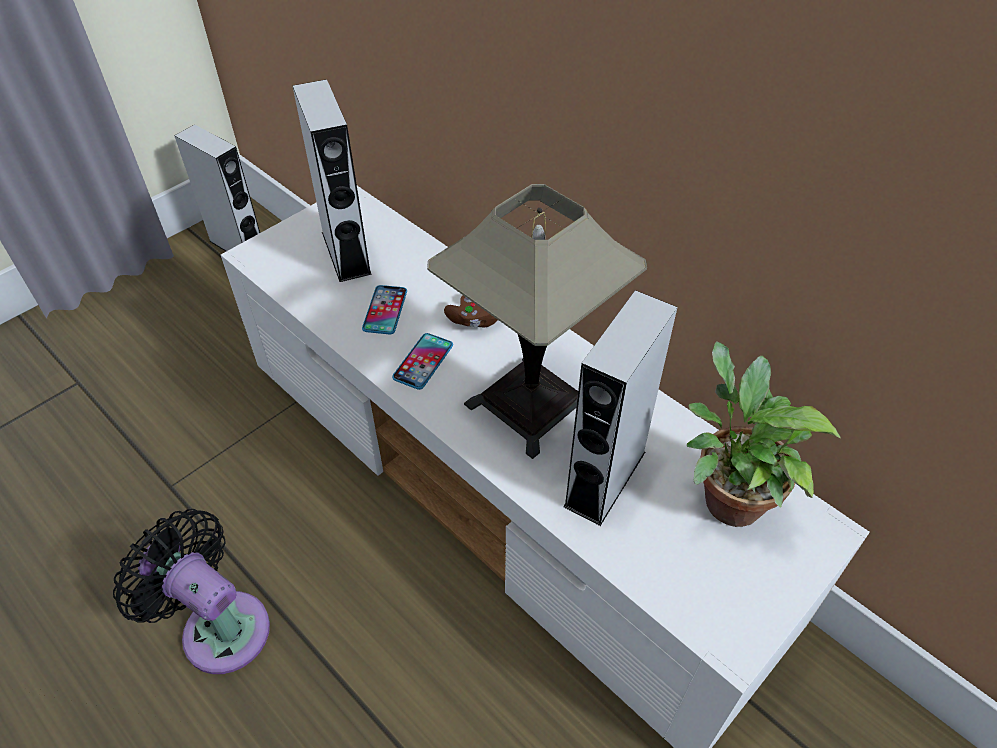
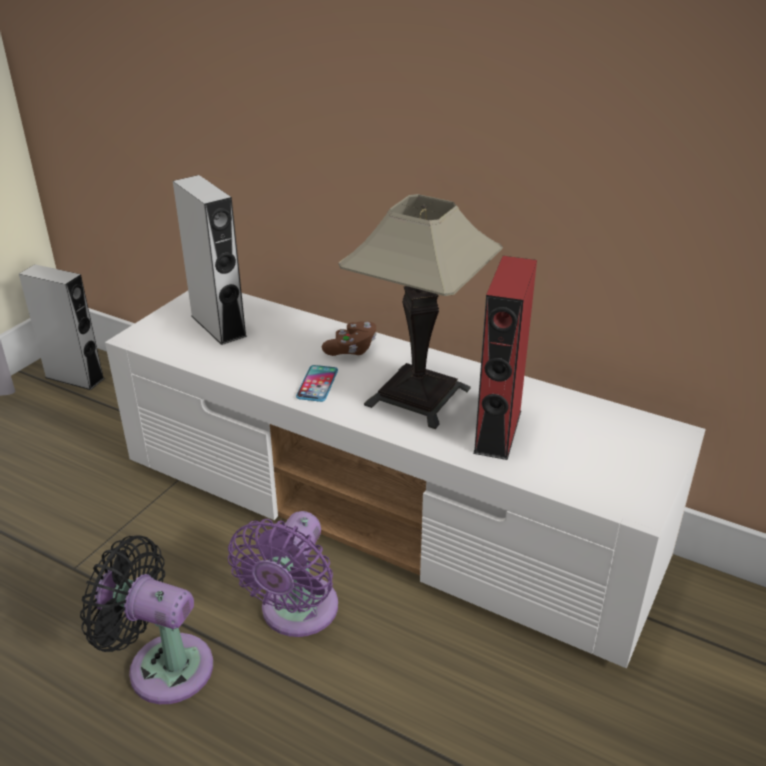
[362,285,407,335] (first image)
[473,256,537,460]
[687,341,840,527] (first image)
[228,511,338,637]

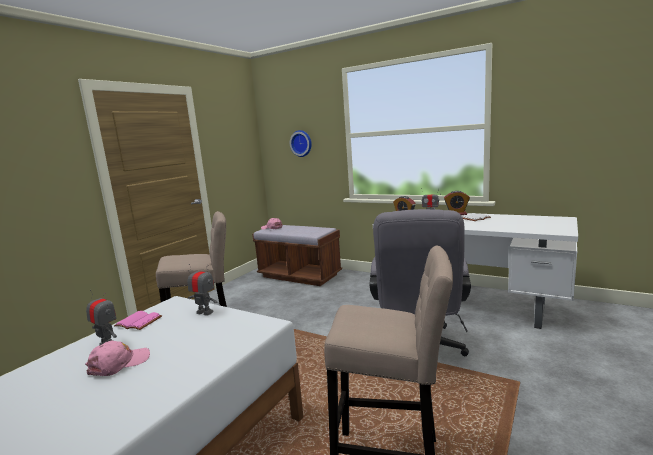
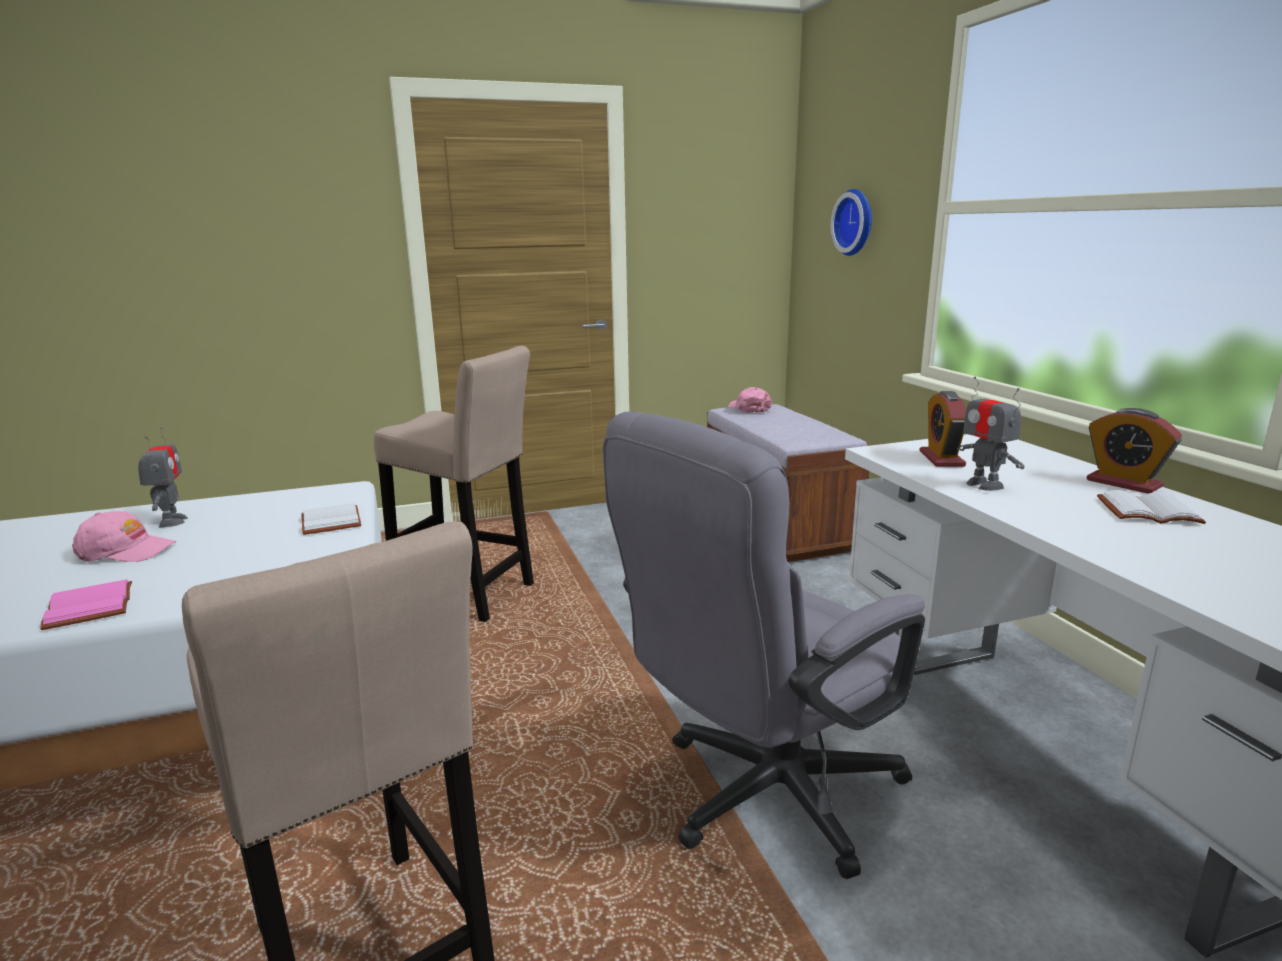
[302,503,361,535]
[40,579,132,630]

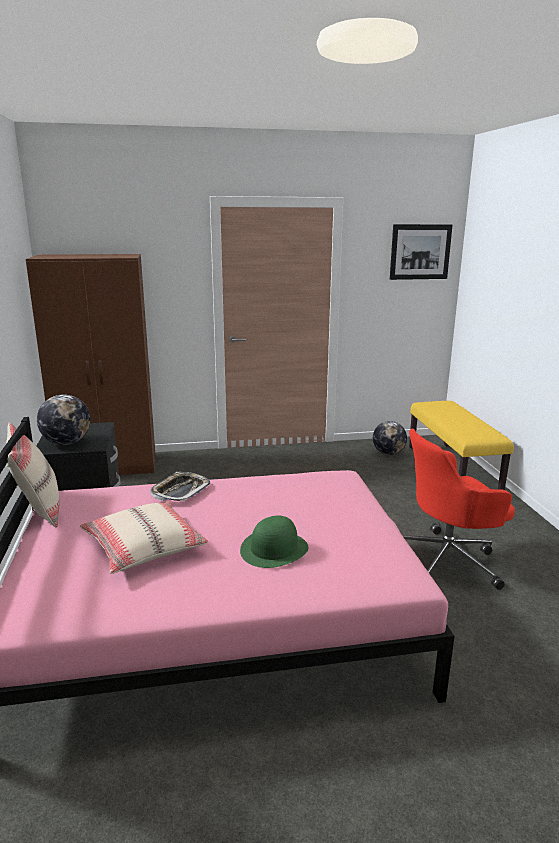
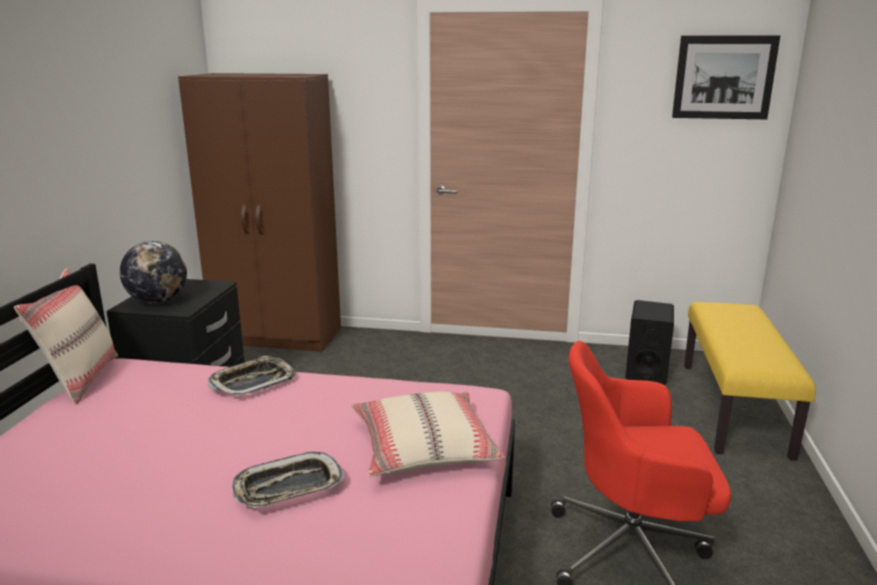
[625,300,674,385]
[352,392,505,476]
[233,451,345,508]

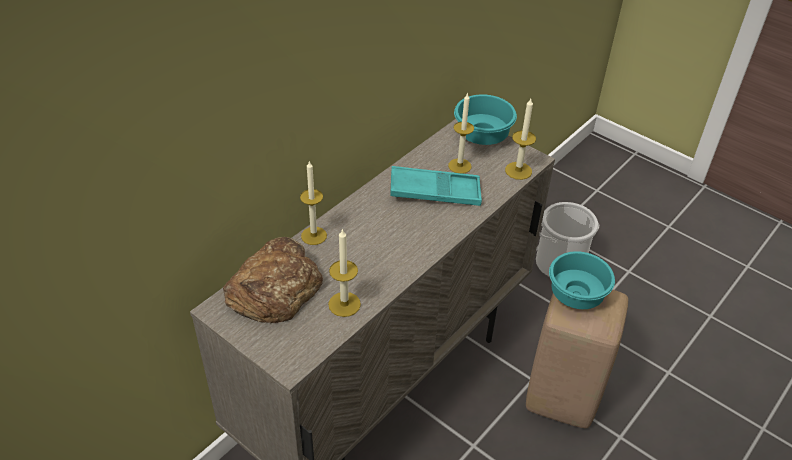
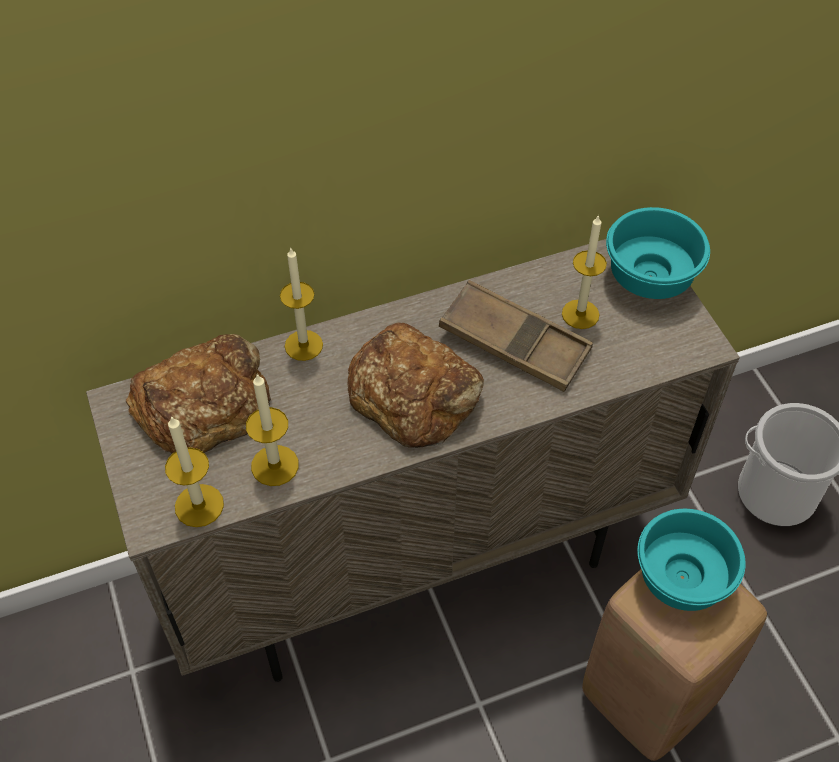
[165,416,224,527]
[439,280,593,392]
[347,322,484,448]

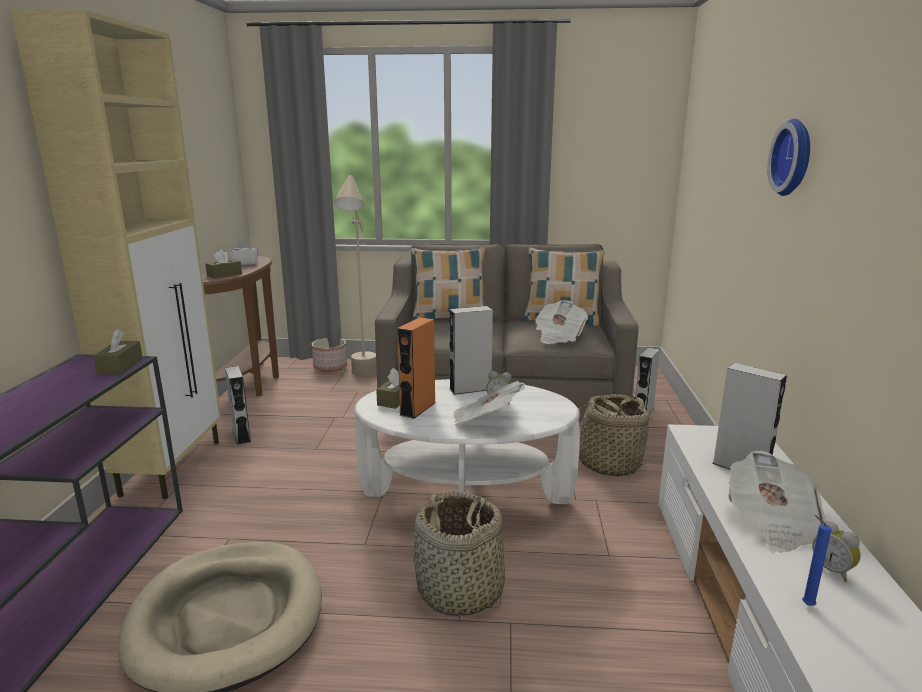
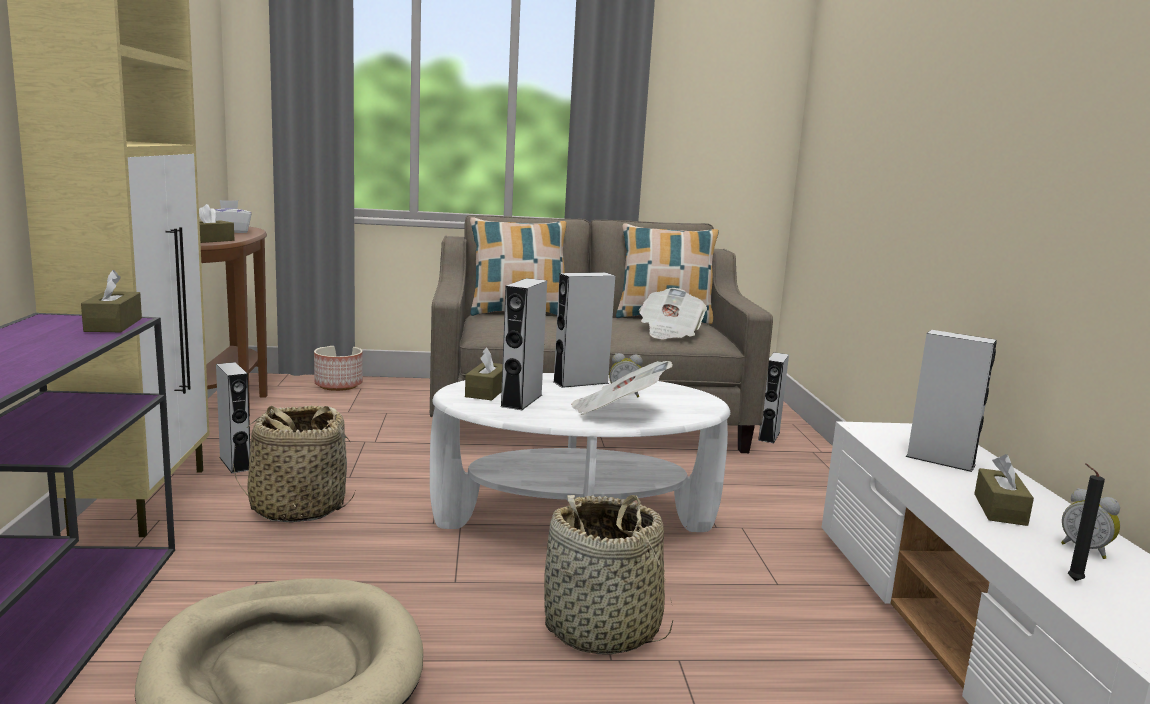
[767,119,810,196] (first image)
[334,173,377,376] (first image)
[500,278,547,410]
[233,405,355,523]
[974,454,1034,526]
[1068,463,1105,581]

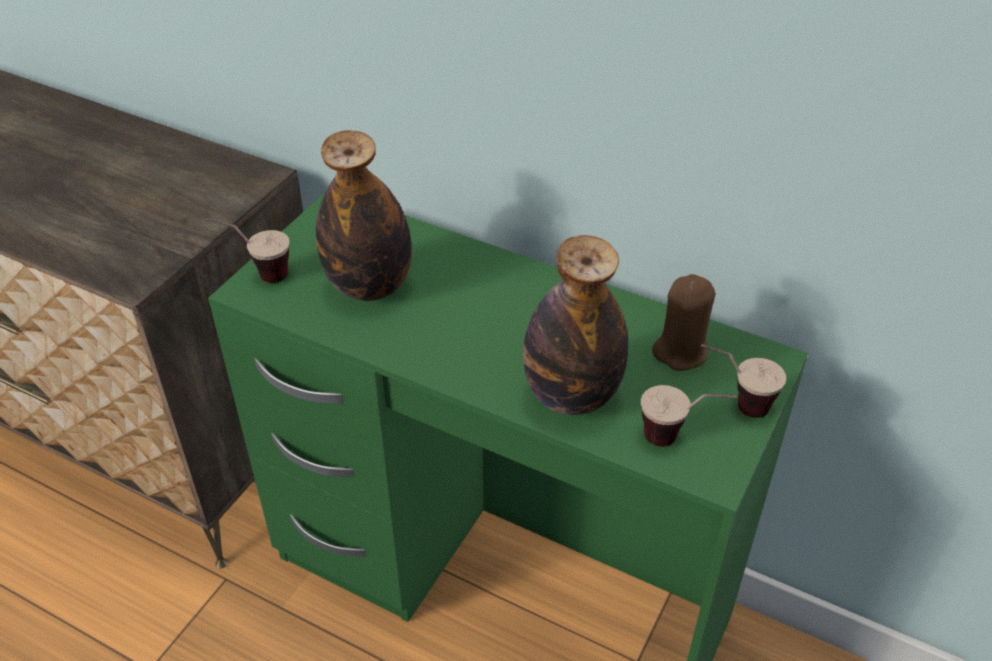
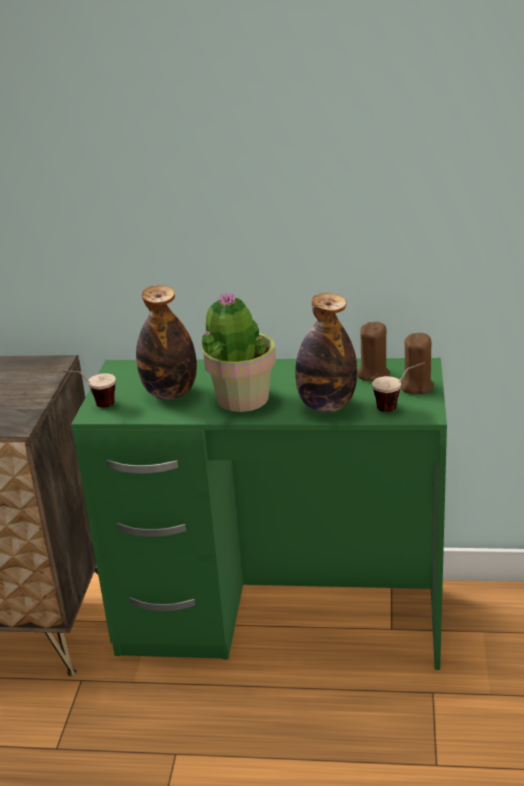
[400,333,434,394]
[201,291,276,412]

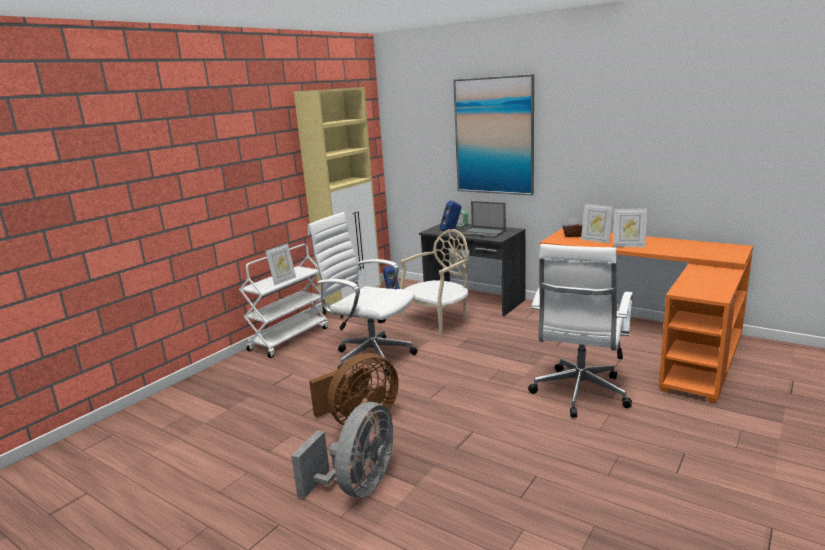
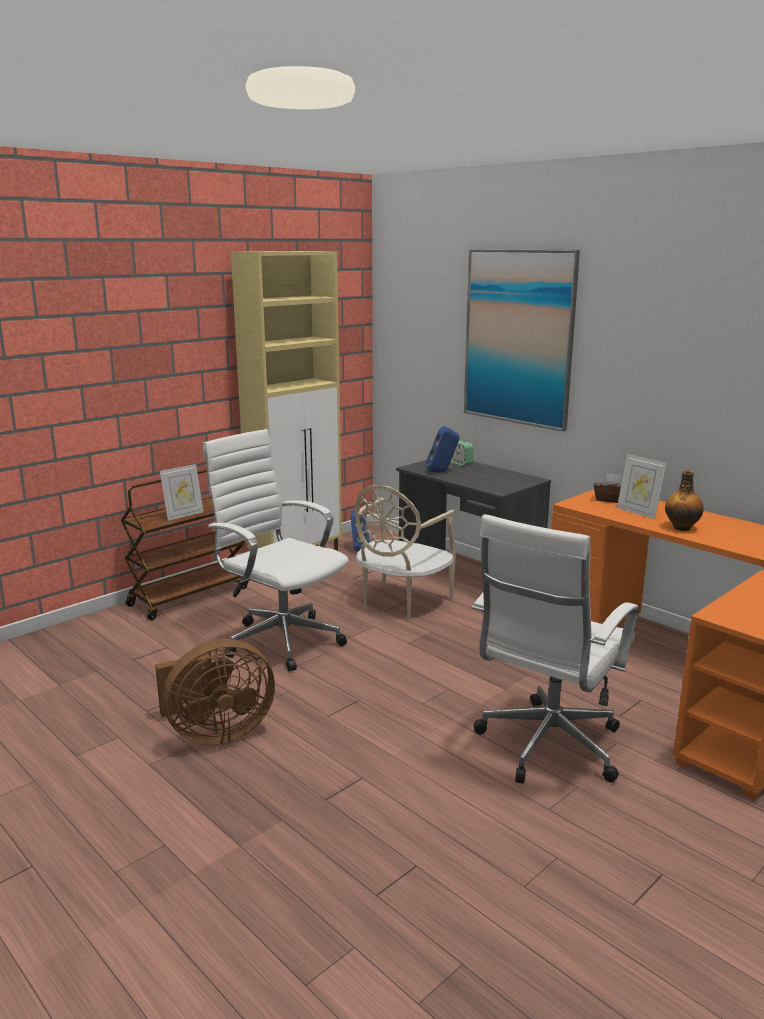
[462,201,506,238] (first image)
[665,470,704,531]
[355,485,456,621]
[121,470,248,620]
[291,402,393,498] (first image)

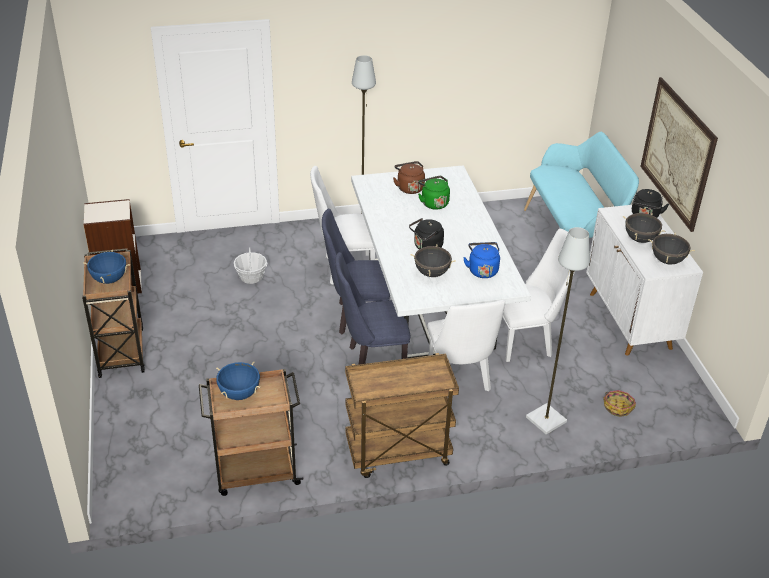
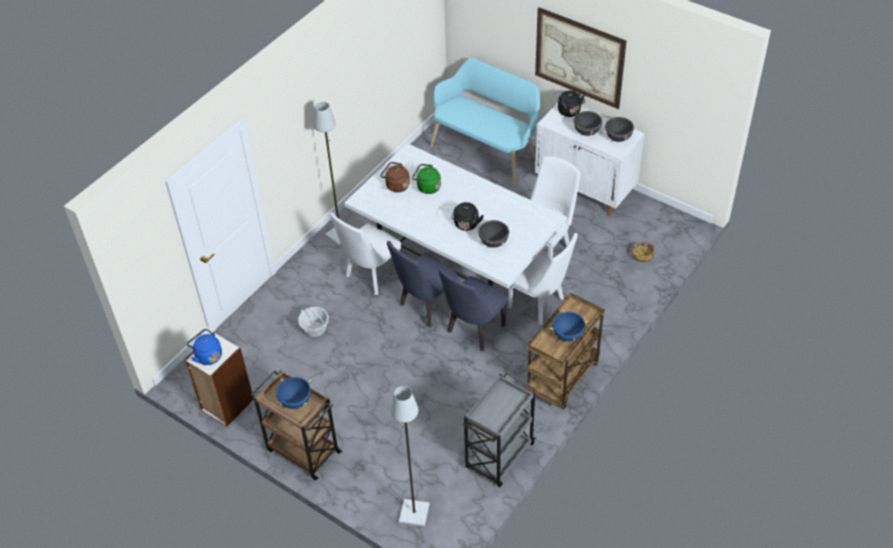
[391,386,430,527]
[187,329,222,365]
[549,309,589,342]
[463,372,536,487]

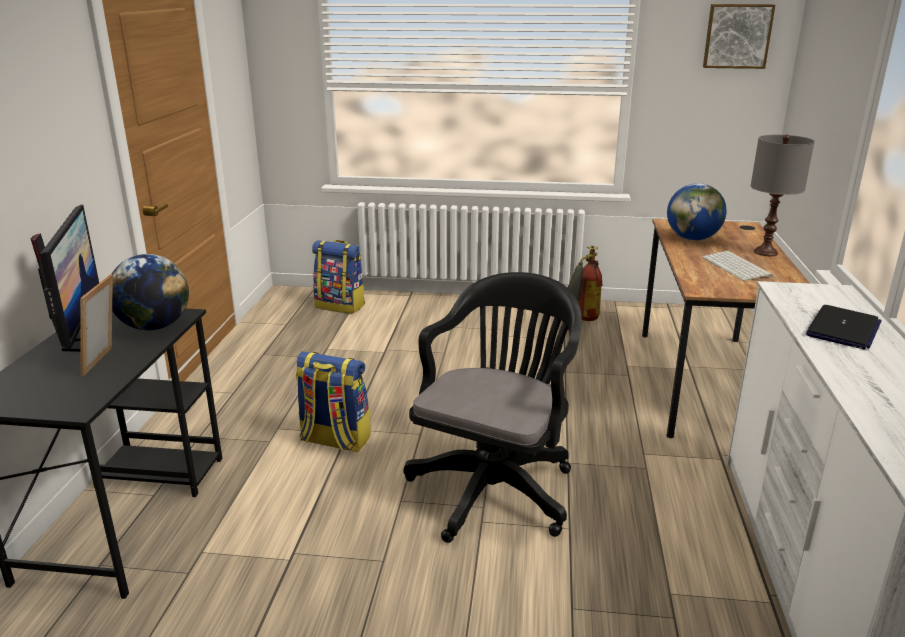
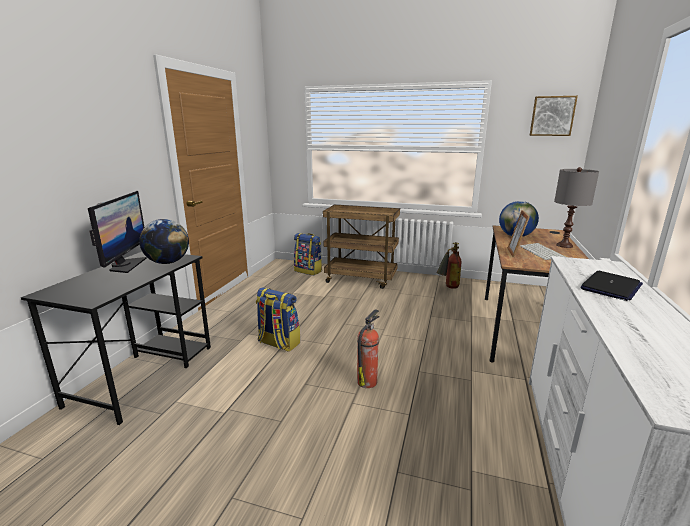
[357,309,380,388]
[507,210,530,258]
[323,205,400,289]

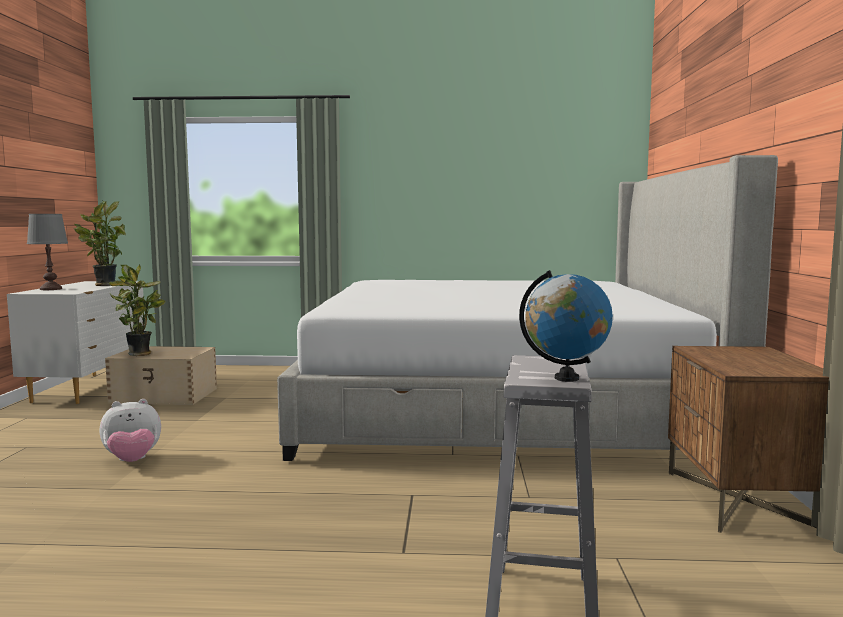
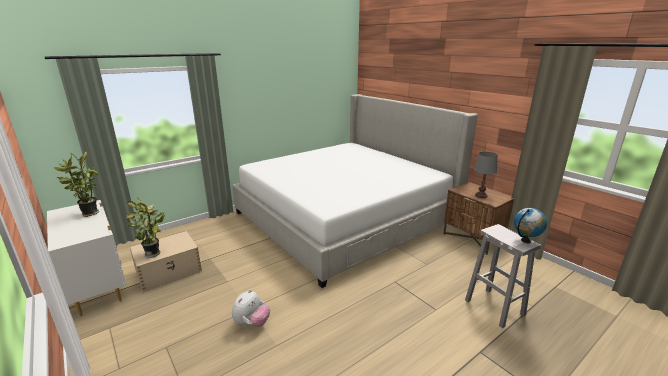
[474,152,498,198]

